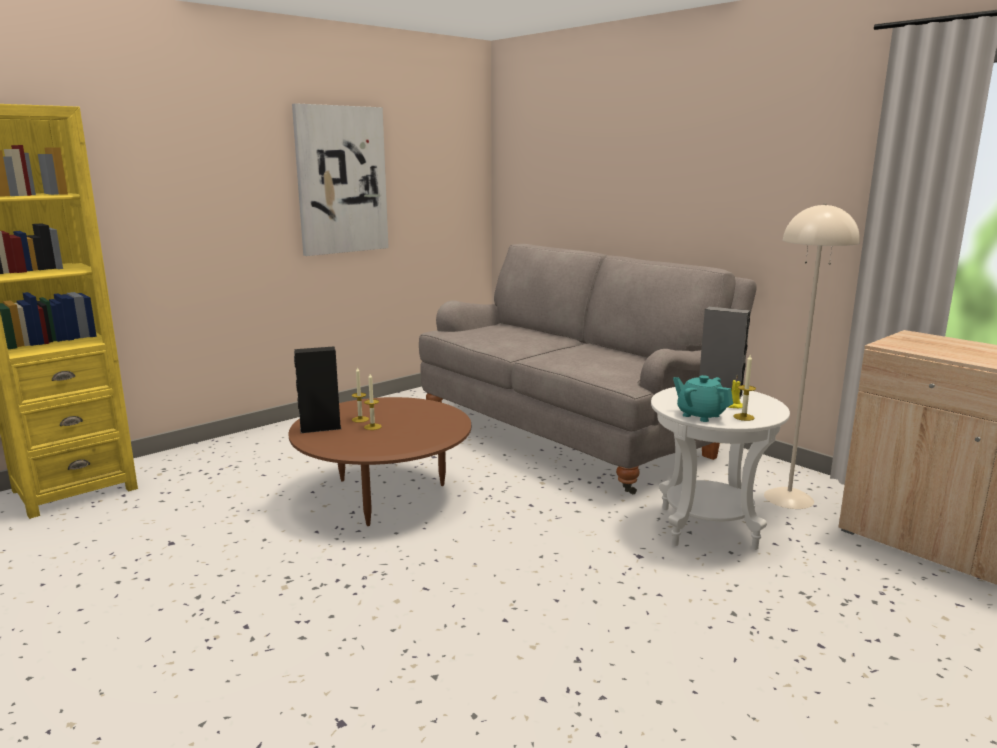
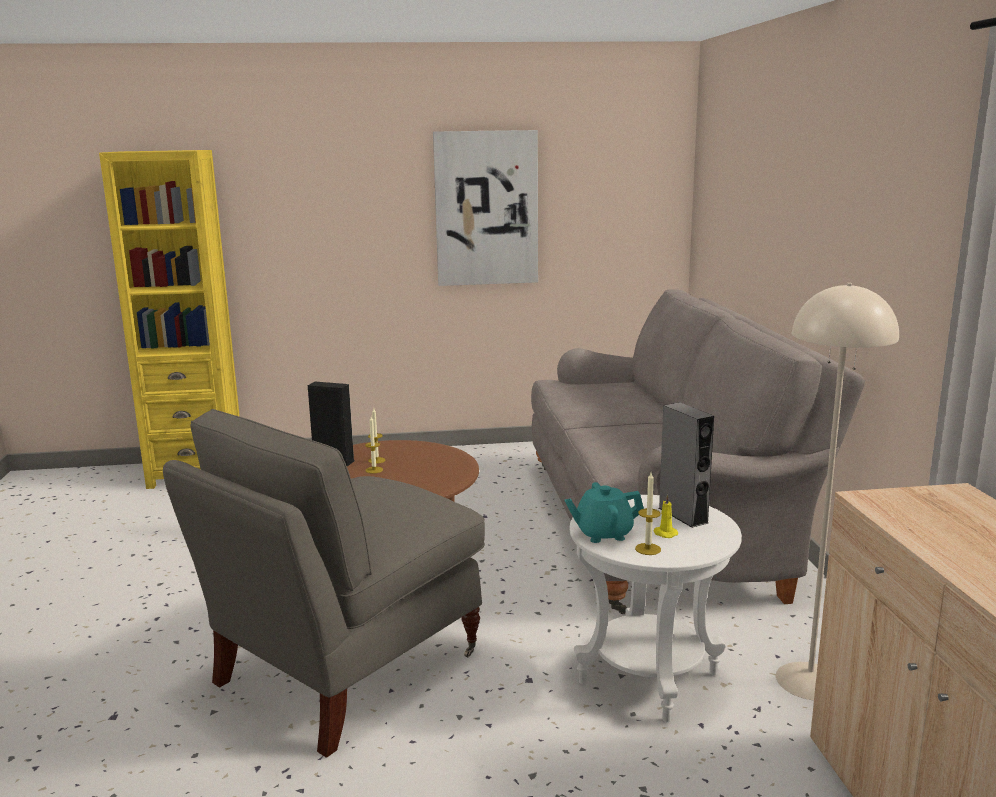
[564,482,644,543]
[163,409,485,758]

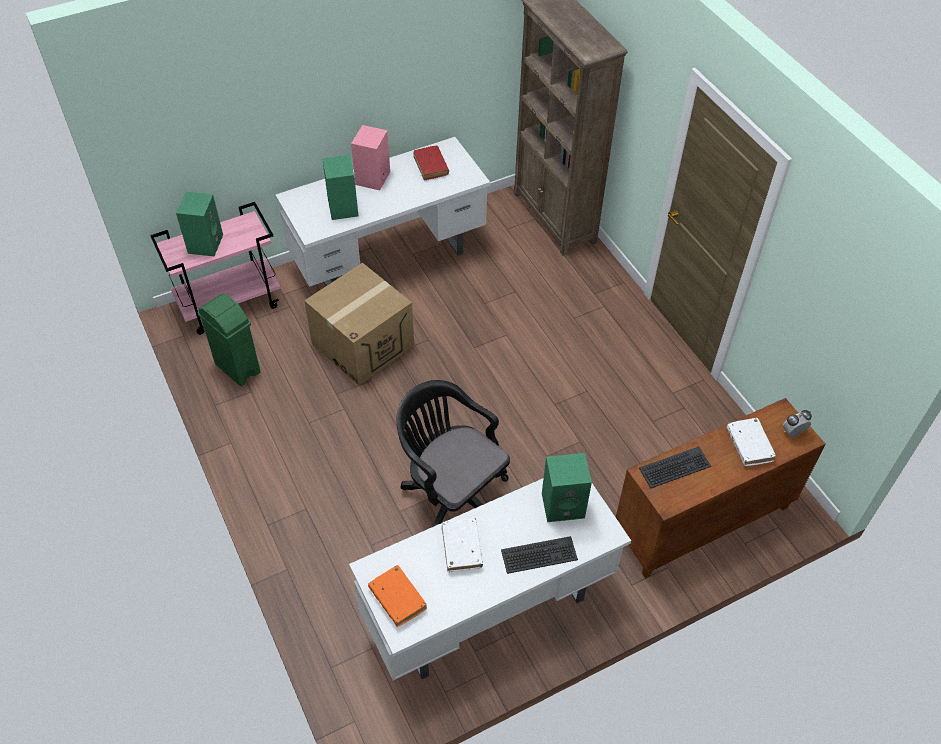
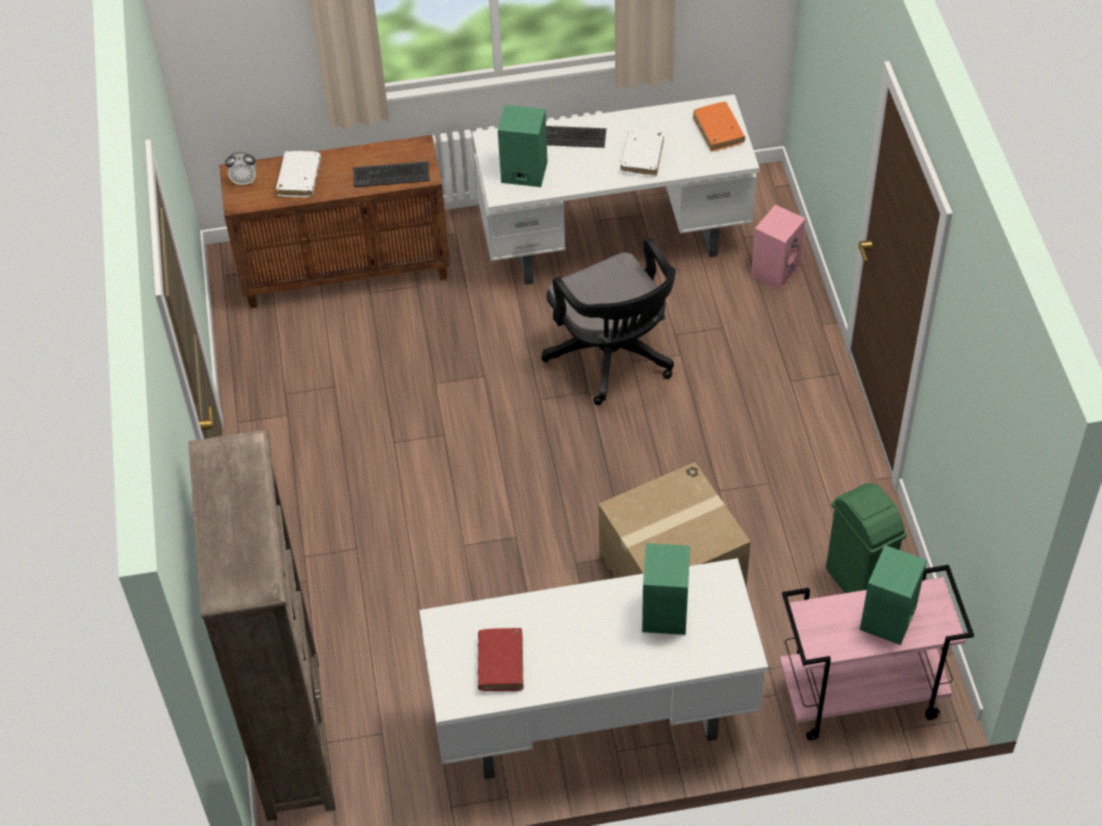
[751,204,806,290]

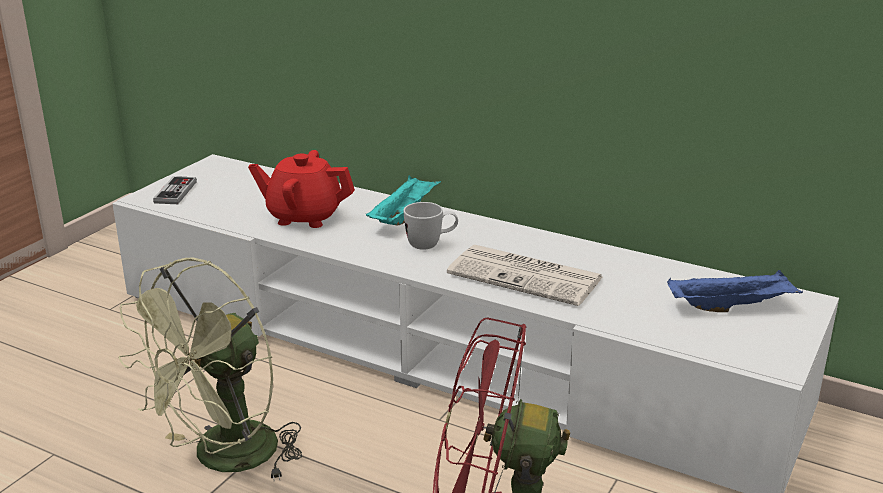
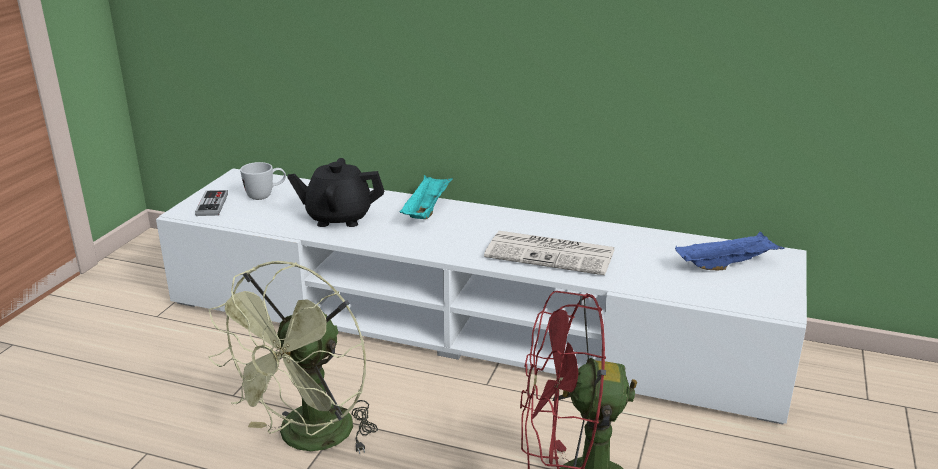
[287,158,384,227]
[240,162,286,200]

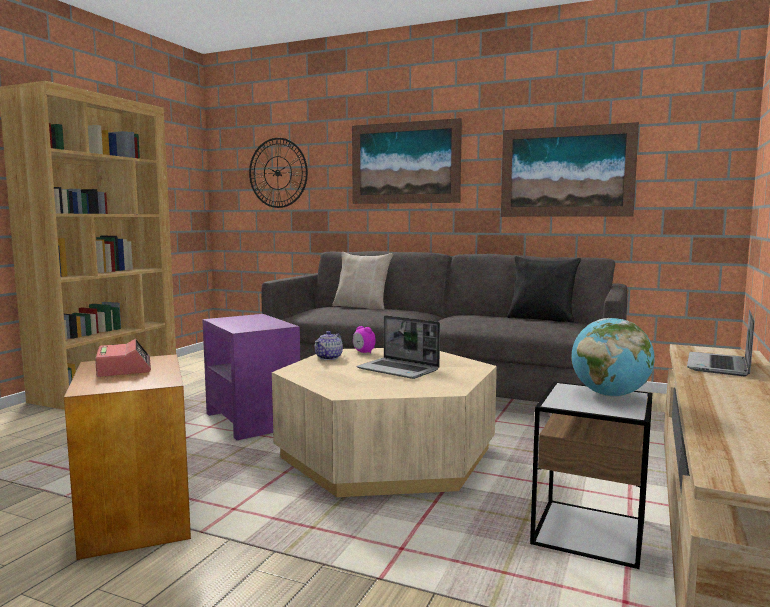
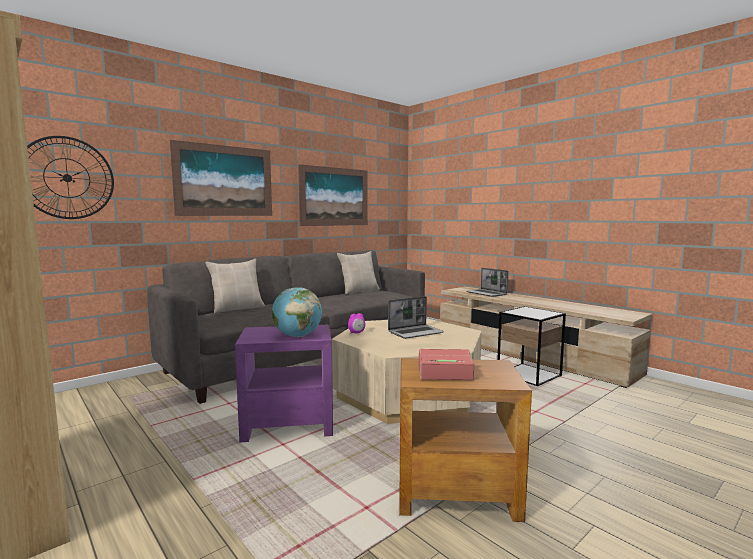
[337,251,380,294]
[272,287,322,337]
[315,331,343,360] (first image)

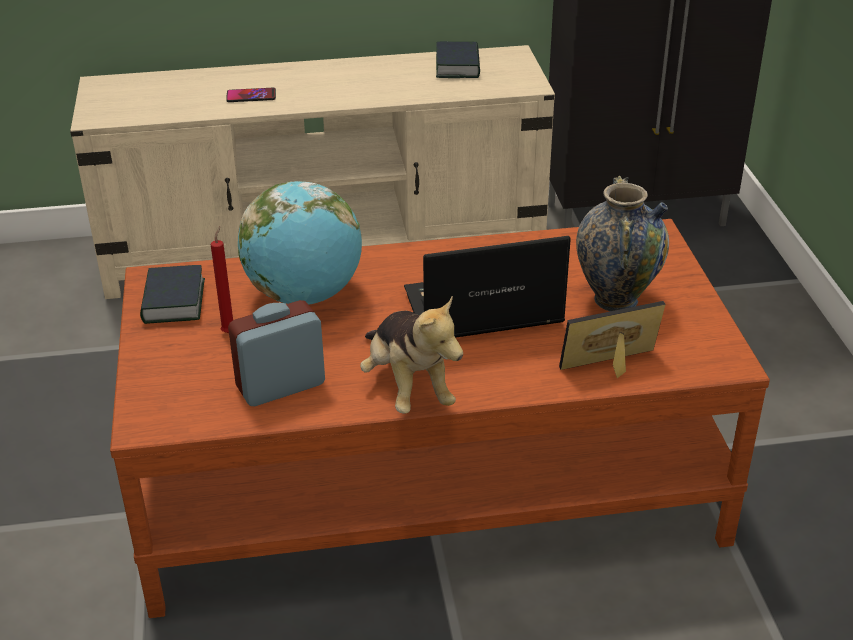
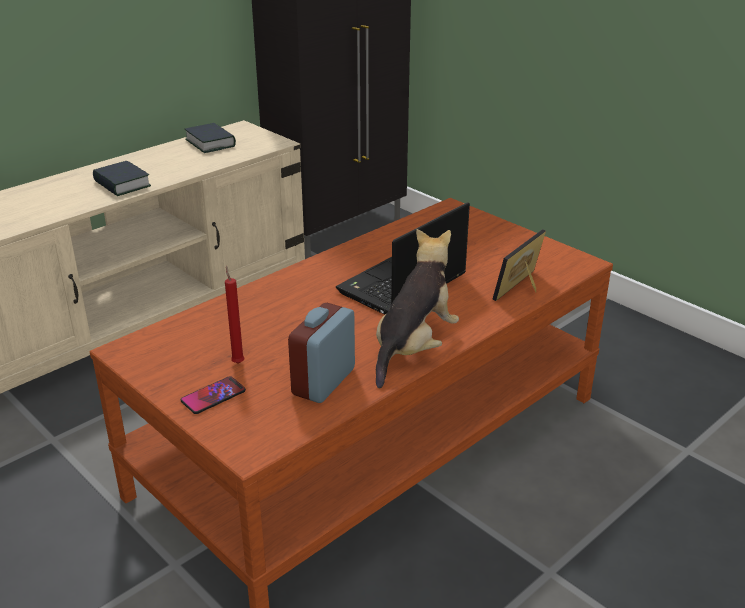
[180,376,246,414]
[576,176,669,311] (first image)
[238,181,362,305] (first image)
[93,161,151,196]
[376,229,459,388]

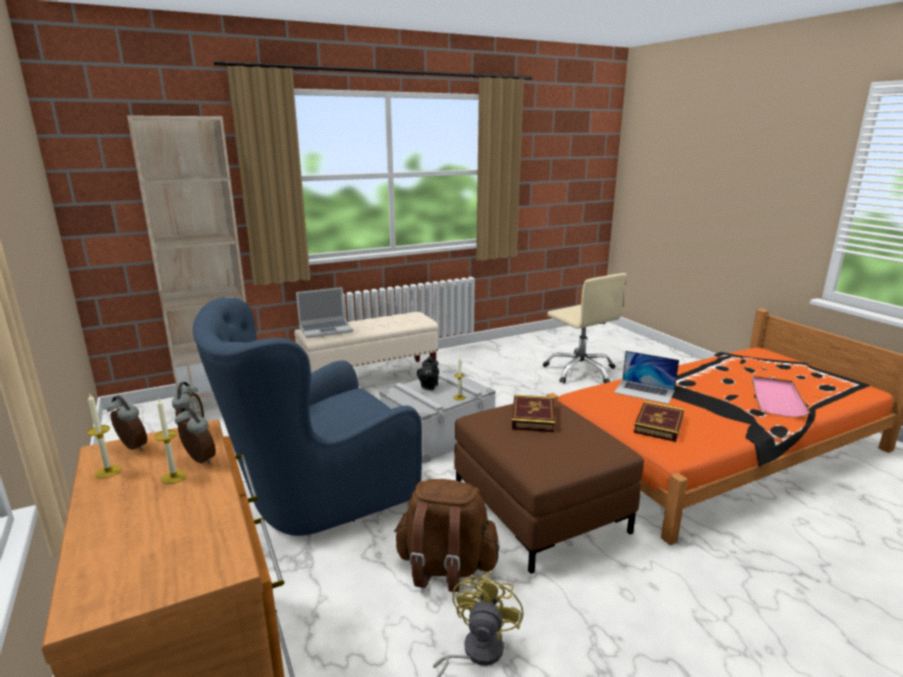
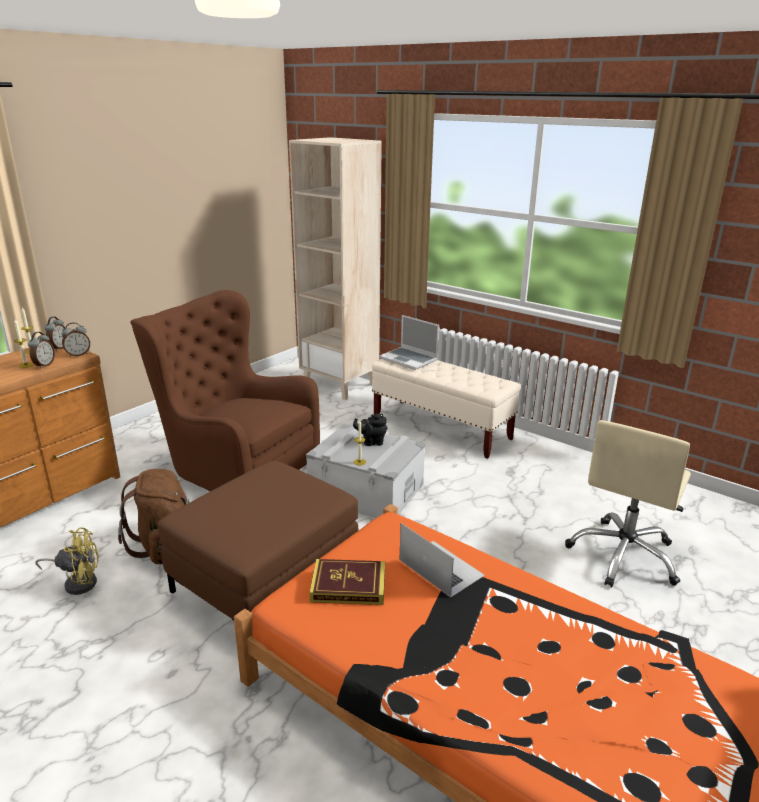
[130,290,320,491]
[400,523,485,597]
[752,376,810,417] (first image)
[512,395,555,432] (first image)

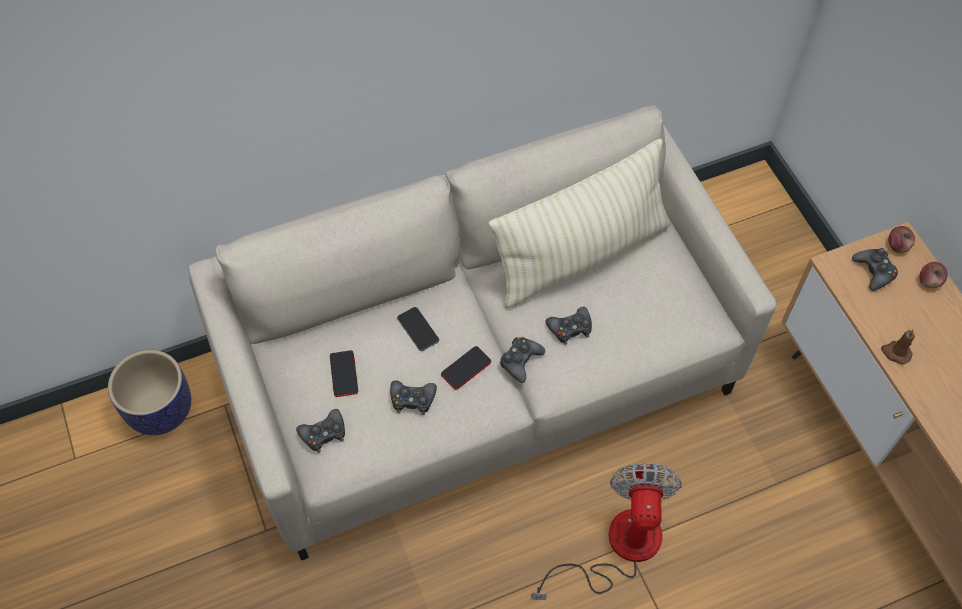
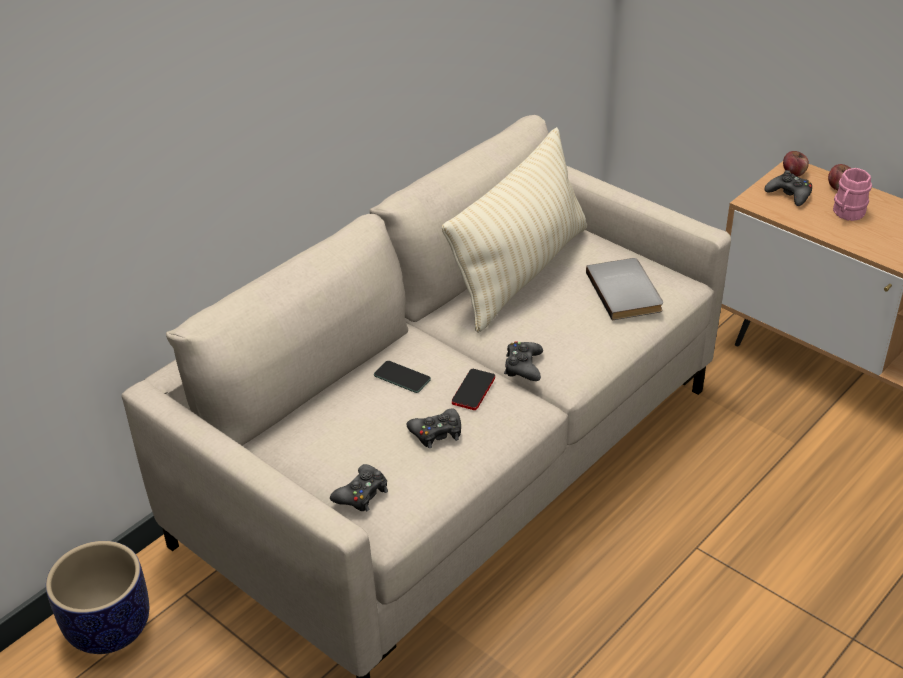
[545,307,592,345] (first image)
[881,329,915,364] (first image)
[330,350,358,397] (first image)
[531,463,682,601] (first image)
[833,168,872,221]
[586,258,663,320]

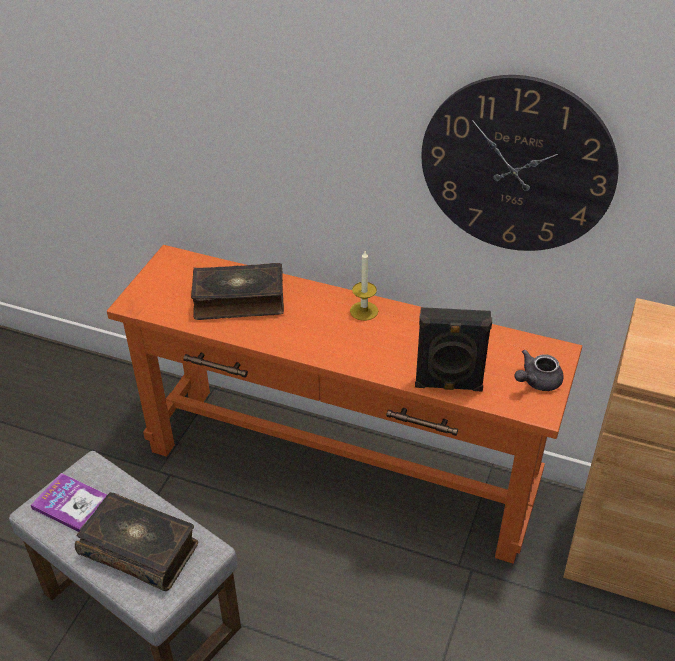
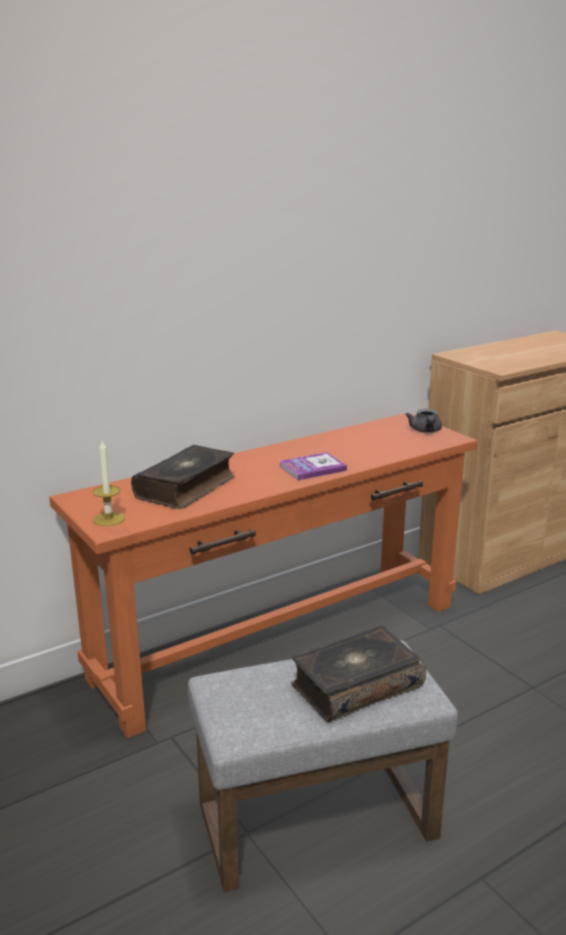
[421,75,619,251] (first image)
[93,441,125,526]
[415,307,492,392] (first image)
[279,452,347,480]

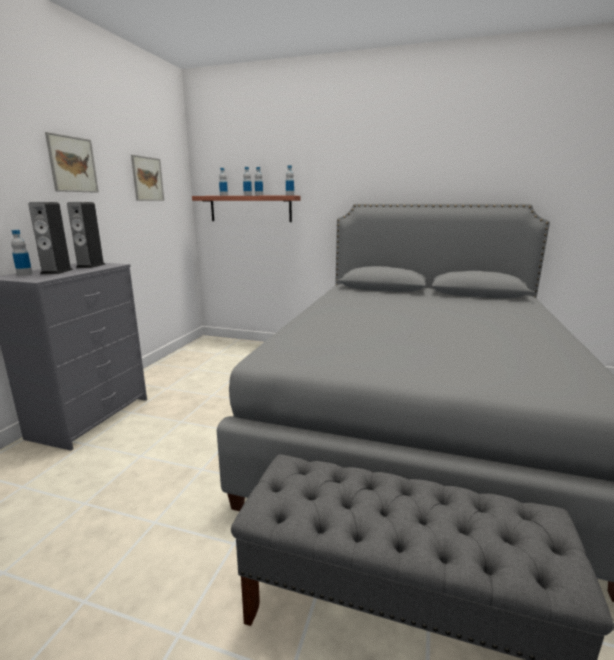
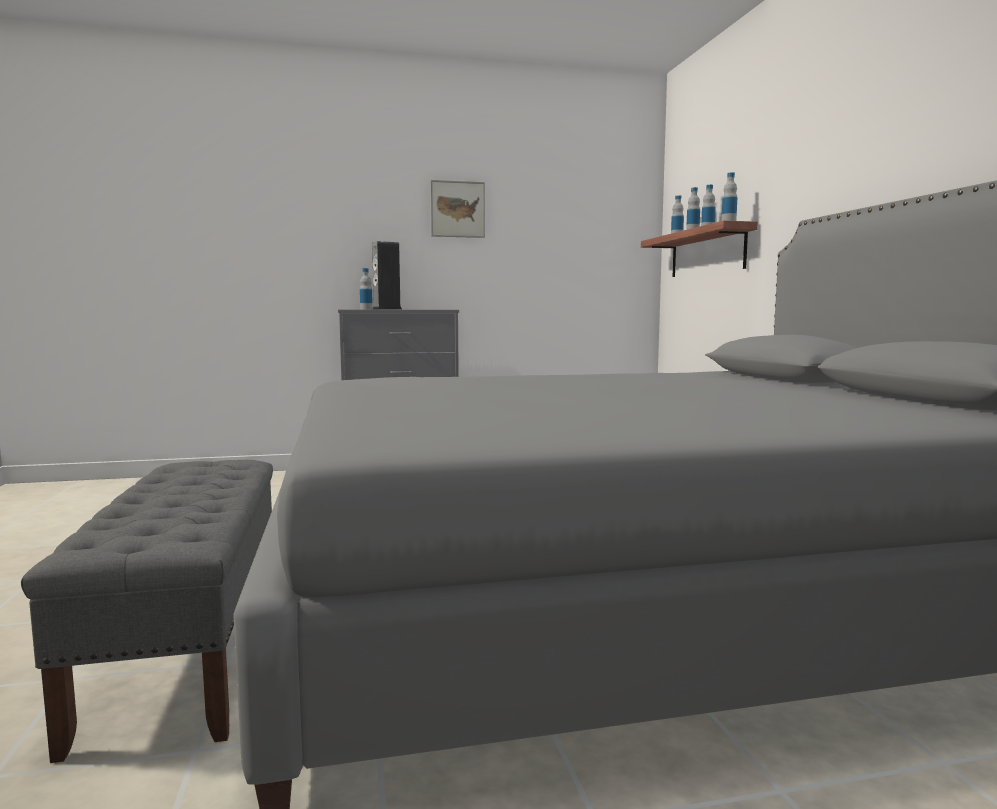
[131,155,164,201] (first image)
[67,202,106,268] (first image)

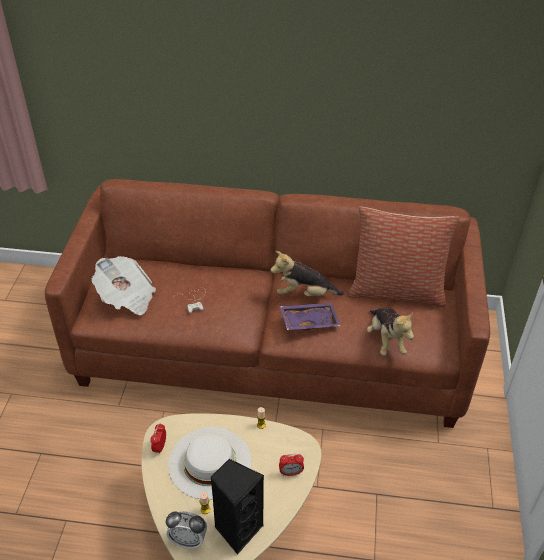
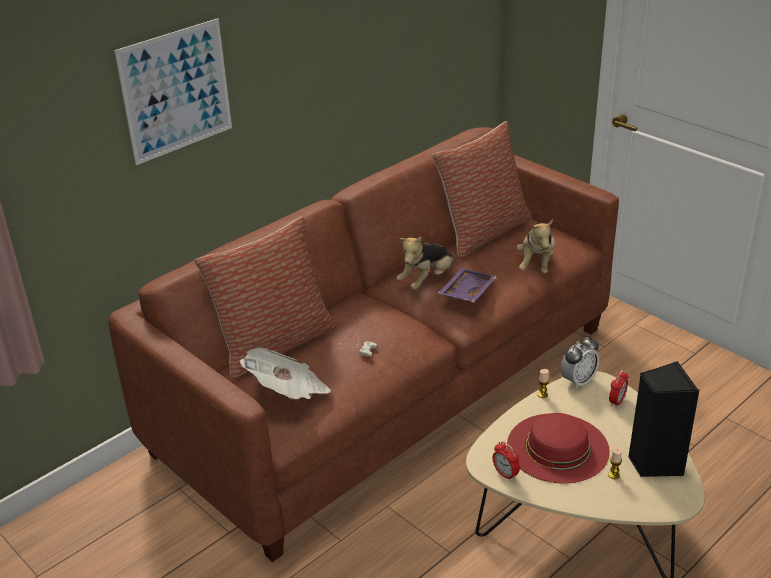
[517,220,555,274]
[507,413,610,484]
[560,336,599,389]
[114,18,232,165]
[194,217,337,379]

